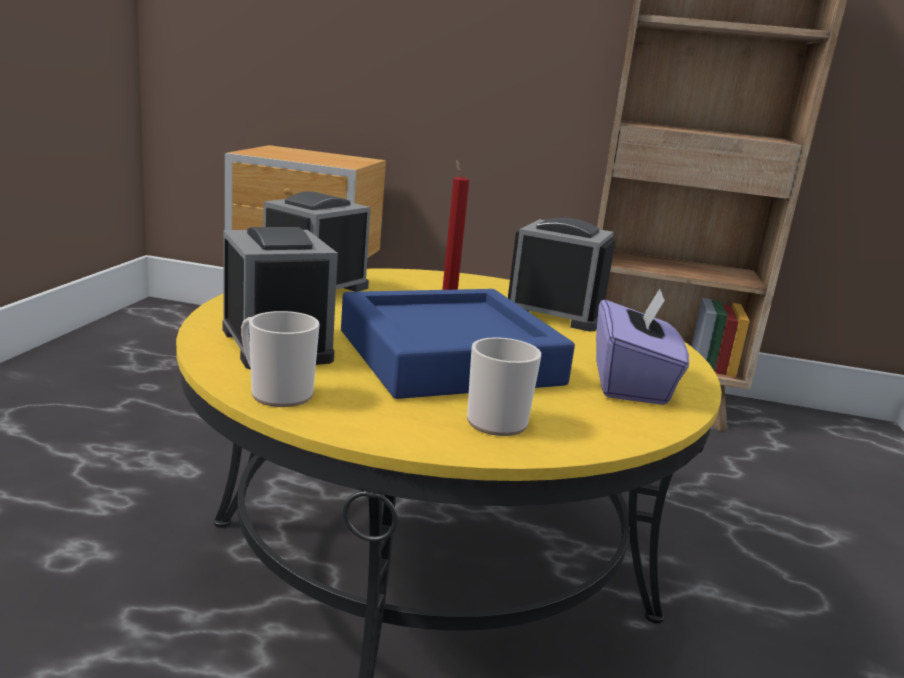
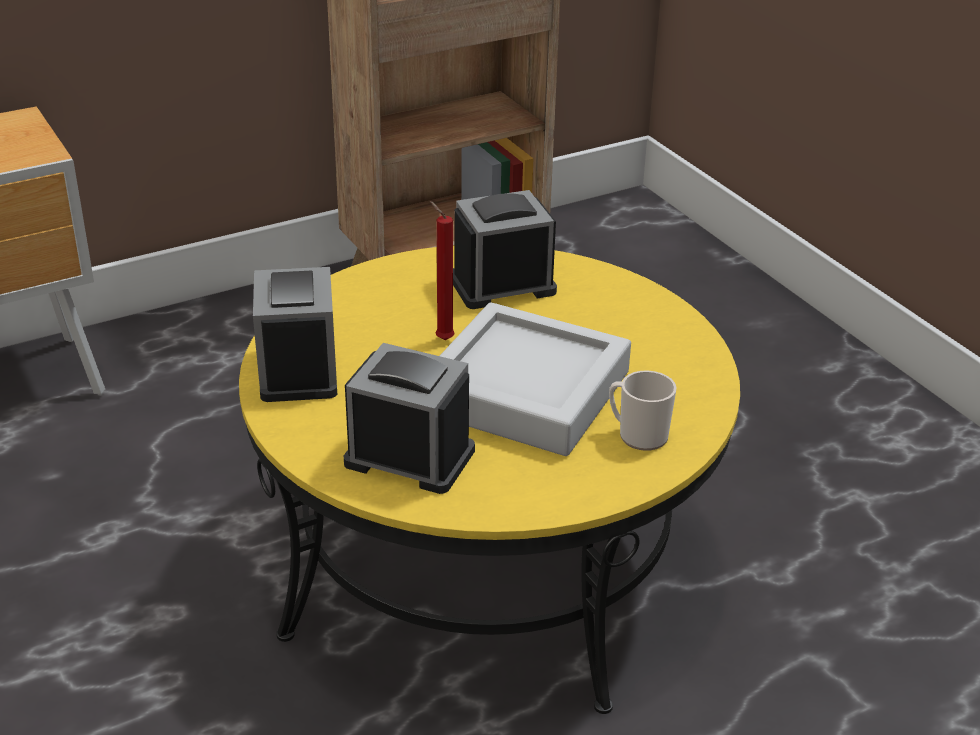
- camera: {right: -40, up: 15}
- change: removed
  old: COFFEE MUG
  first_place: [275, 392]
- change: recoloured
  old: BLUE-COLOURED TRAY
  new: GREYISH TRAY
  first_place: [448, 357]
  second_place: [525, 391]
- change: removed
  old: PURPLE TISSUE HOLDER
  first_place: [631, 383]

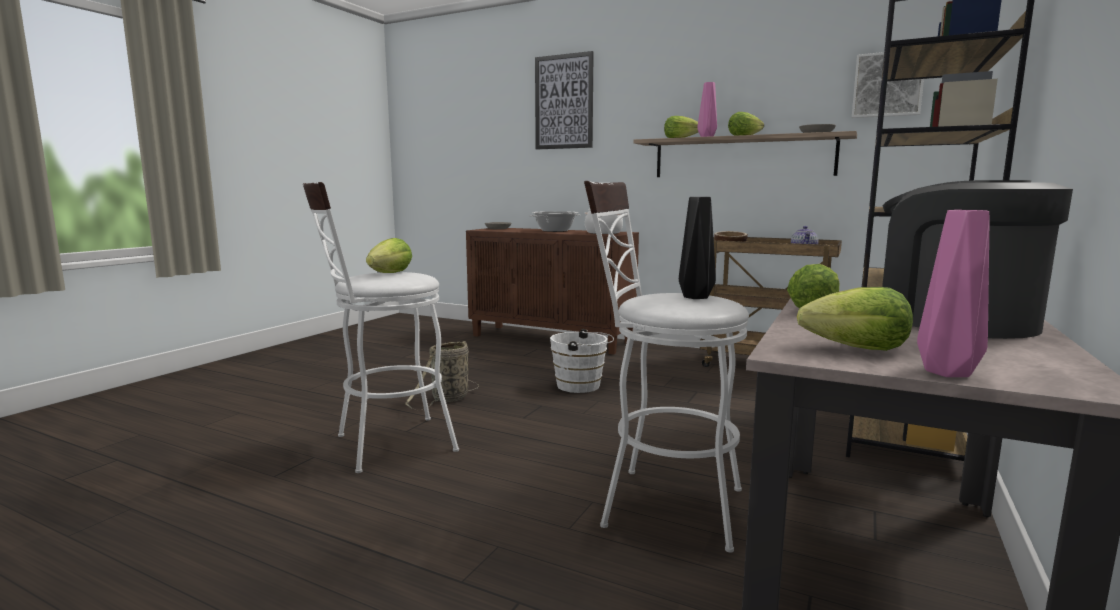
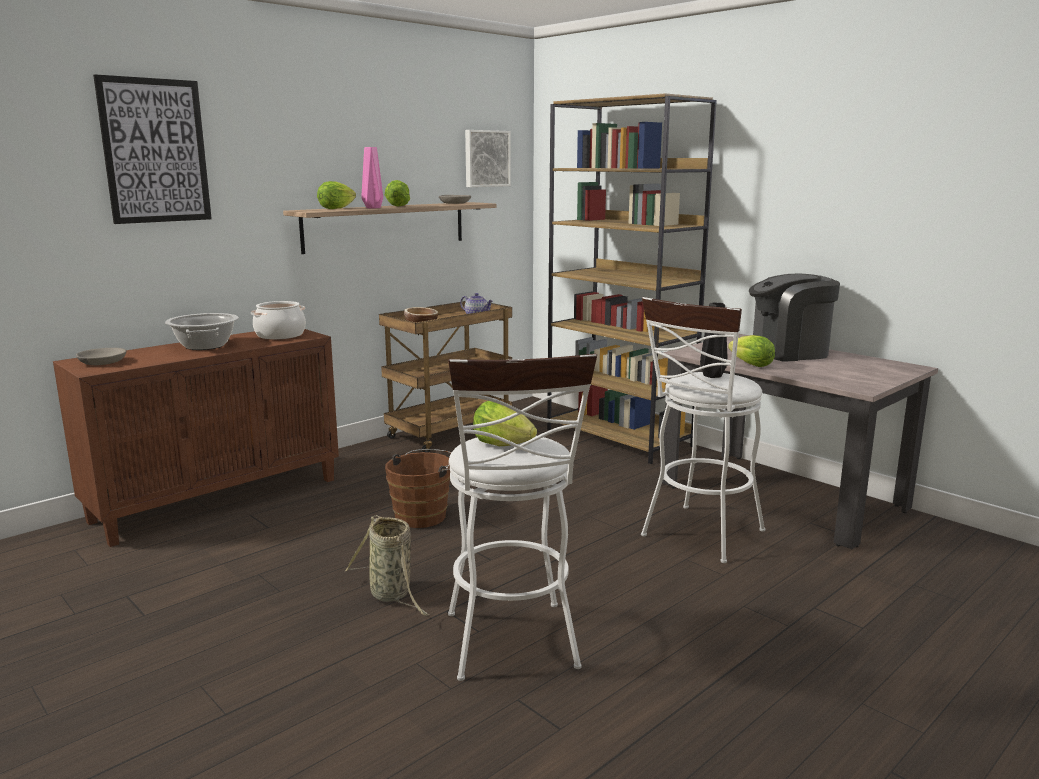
- camera: {right: -70, up: 5}
- change: recoloured
  old: WHITISH BUCKET
  new: BROWN-COLOURED BUCKET
  first_place: [582, 386]
  second_place: [424, 515]
- change: removed
  old: HEAD OF LETTUCE
  first_place: [857, 349]
- change: removed
  old: PINK DECORATIVE VASE
  first_place: [949, 373]

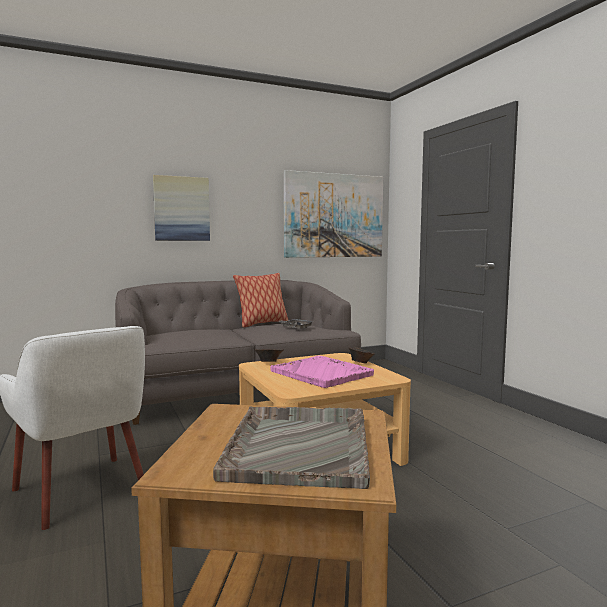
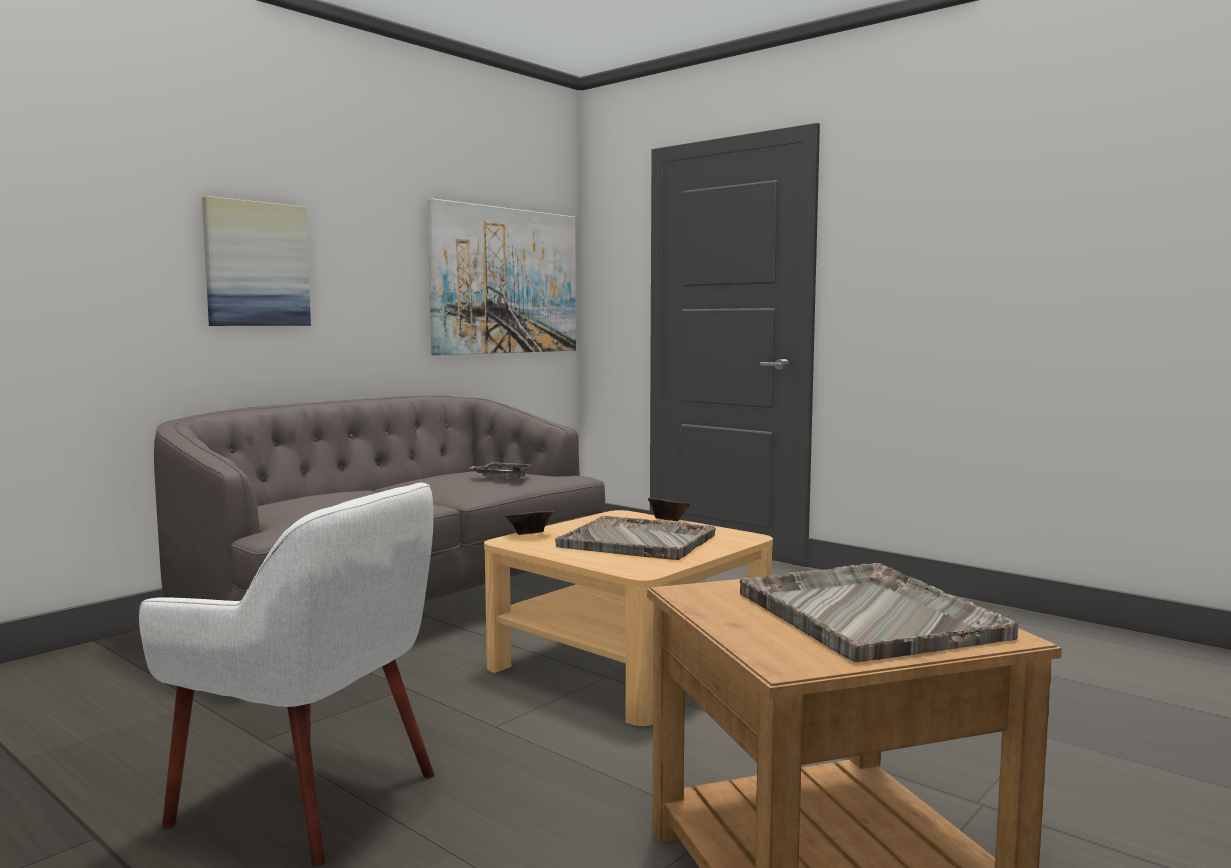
- camera: {right: -25, up: 0}
- change: removed
  old: PILLOW
  first_place: [262, 324]
- change: recoloured
  old: PINK TRAY
  new: GREYISH TRAY
  first_place: [321, 373]
  second_place: [638, 541]

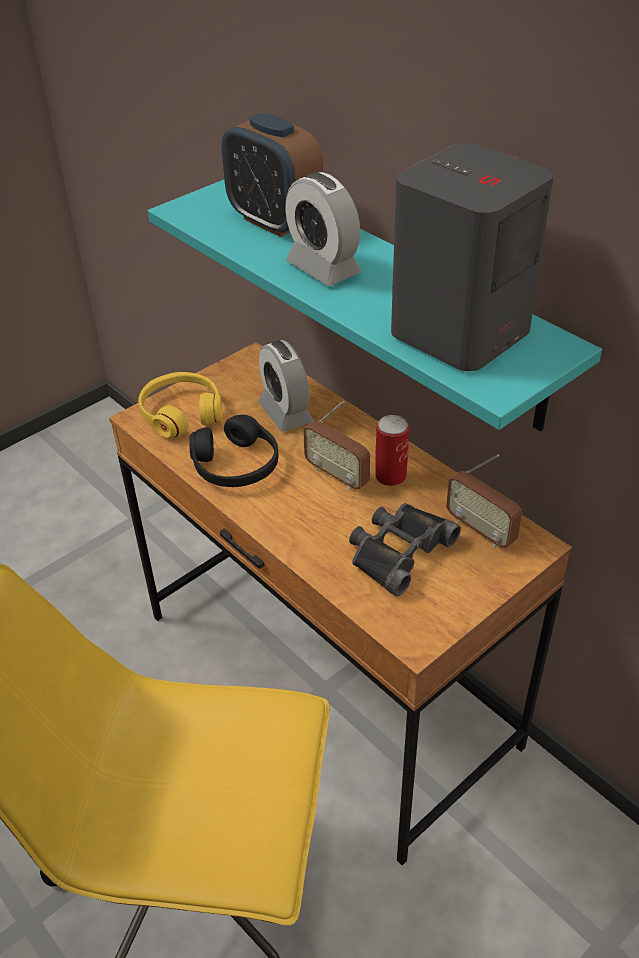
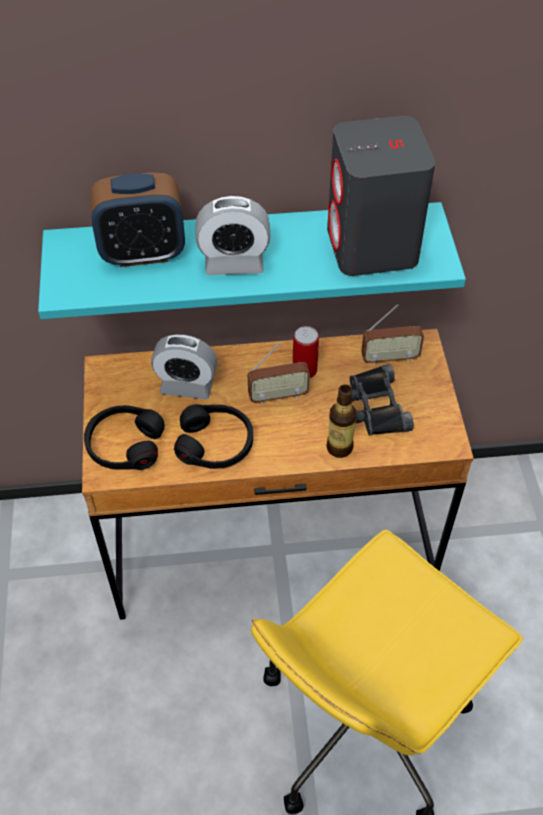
- camera: {right: -55, up: 10}
- change: recoloured
  old: YELLOWISH HEADSET
  new: BLACK-COLOURED HEADSET
  first_place: [181, 413]
  second_place: [125, 445]
- change: added
  new: DRINK BOTTLE
  second_place: [339, 447]

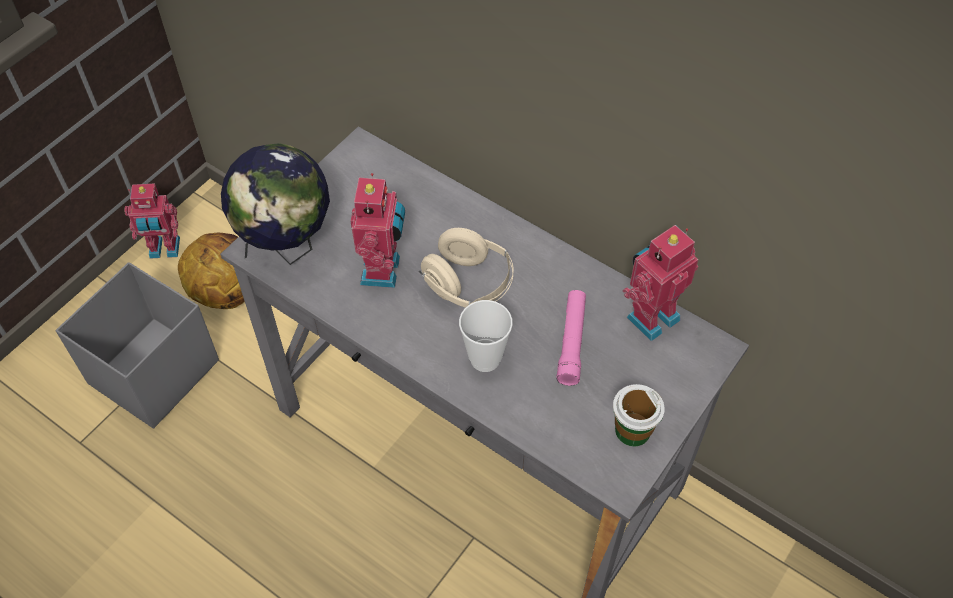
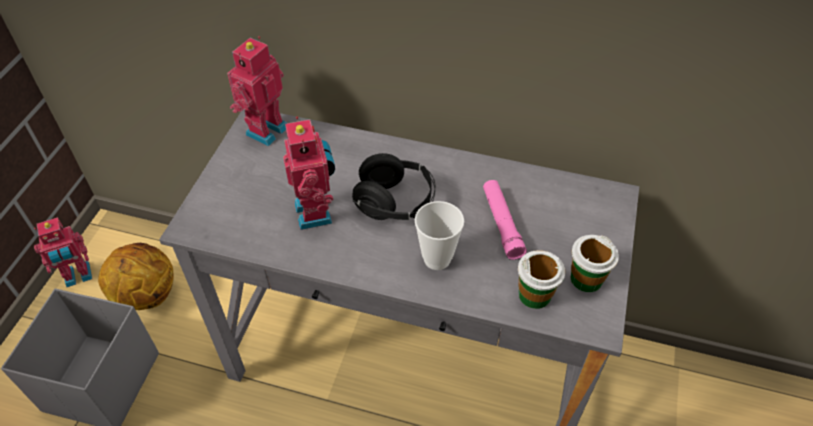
- camera: {right: -20, up: -5}
- change: removed
  old: WORLD GLOBE
  first_place: [288, 247]
- change: recoloured
  old: BEIGE HEADSET
  new: BLACK-COLOURED HEADSET
  first_place: [468, 284]
  second_place: [395, 203]
- change: moved
  old: ROBOT FIGURE
  first_place: [650, 316]
  second_place: [264, 130]
- change: added
  new: DRINKING CUP
  second_place: [535, 295]

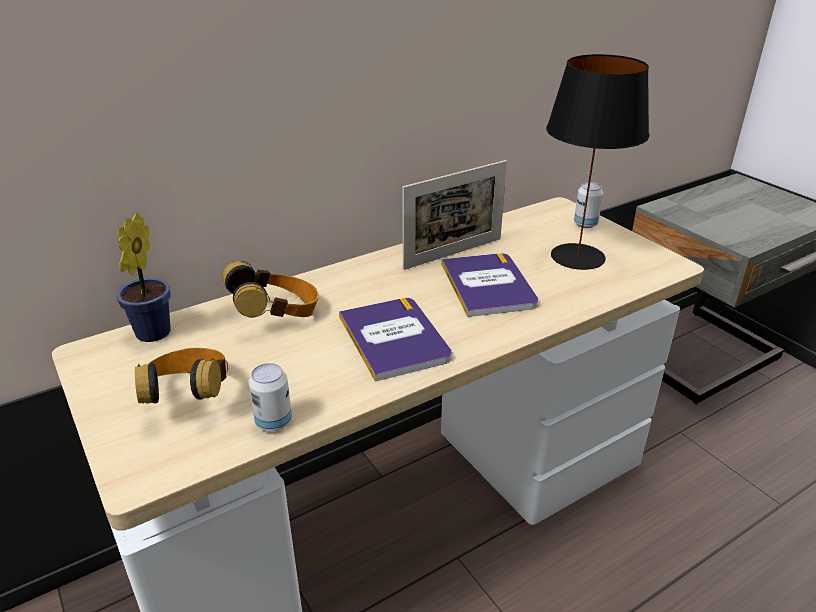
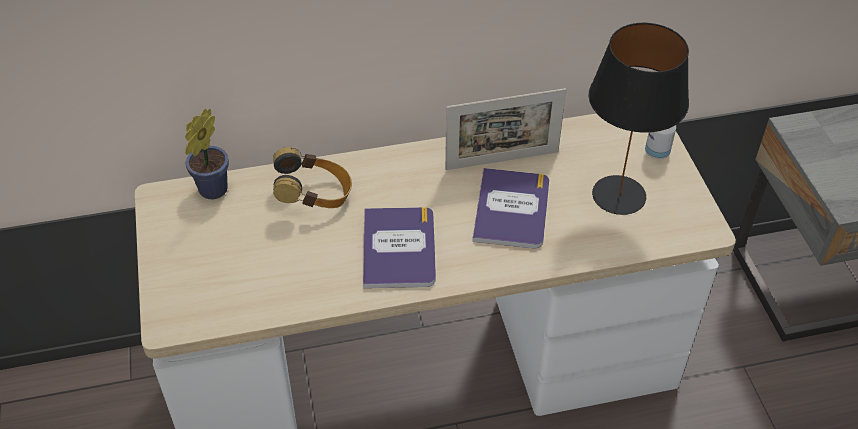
- camera: {right: 20, up: 15}
- change: removed
  old: HEADSET
  first_place: [189, 397]
- change: removed
  old: SEALED CAN
  first_place: [274, 422]

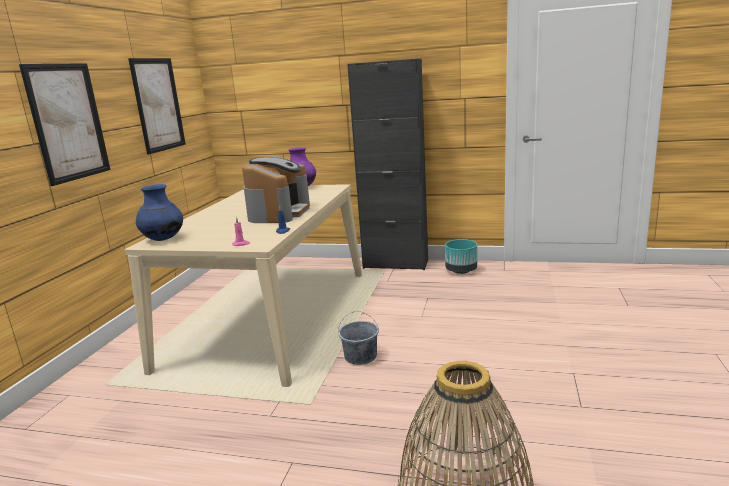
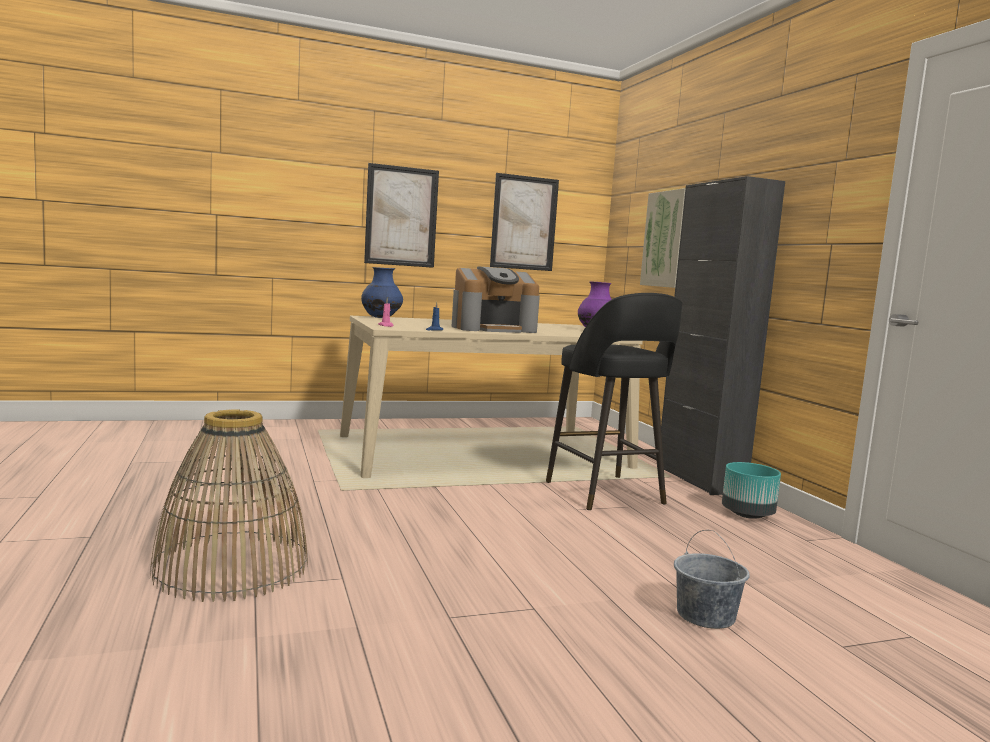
- camera: {right: 55, up: -10}
- change: moved
  old: GREYISH BUCKET
  first_place: [361, 356]
  second_place: [706, 616]
- change: added
  new: BLACK-COLOURED STOOL
  second_place: [606, 494]
- change: added
  new: WALL ART
  second_place: [666, 239]

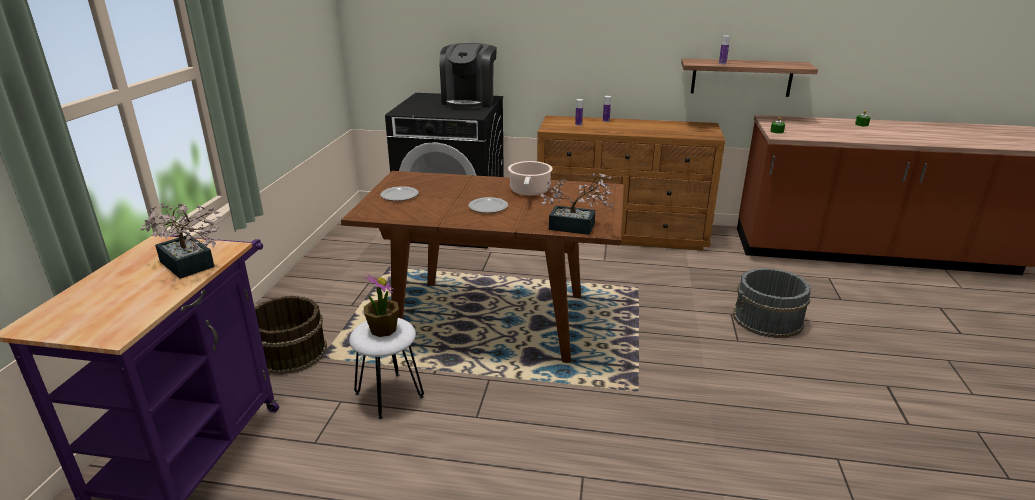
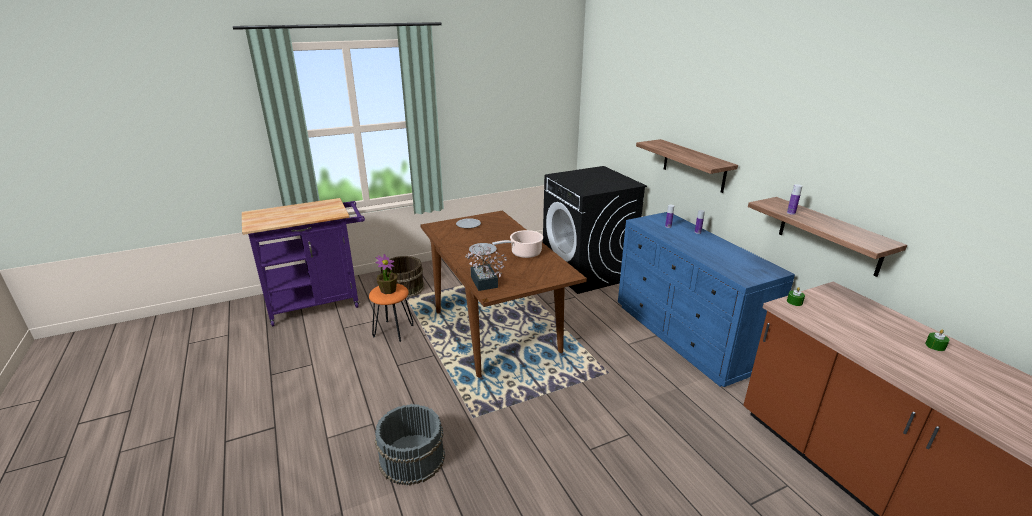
- camera: {right: 55, up: 0}
- change: removed
  old: POTTED PLANT
  first_place: [189, 267]
- change: recoloured
  old: WHITISH STOOL
  new: ORANGEY STOOL
  first_place: [388, 395]
  second_place: [393, 330]
- change: removed
  old: COFFEE MACHINE
  first_place: [469, 101]
- change: recoloured
  old: BROWN-COLOURED DRESSER
  new: BLUE-COLOURED DRESSER
  first_place: [622, 233]
  second_place: [686, 336]
- change: moved
  old: GREYISH BUCKET
  first_place: [768, 320]
  second_place: [411, 458]
- change: added
  new: WALL SHELF
  second_place: [694, 165]

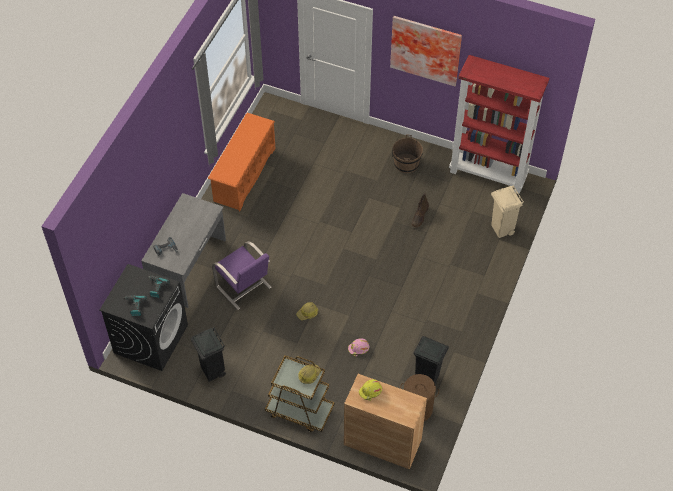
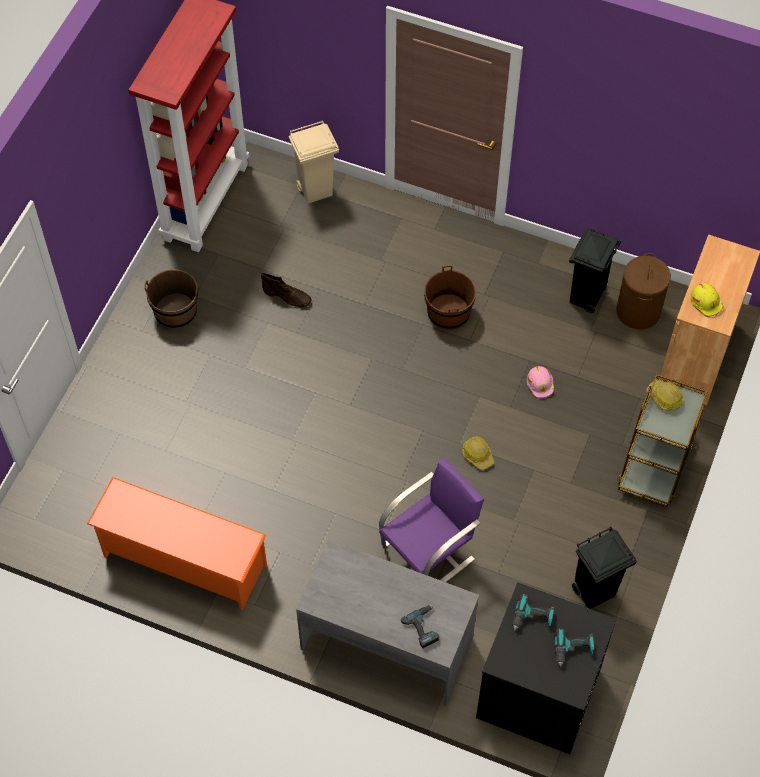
- camera: {right: -90, up: 5}
- change: removed
  old: WALL ART
  first_place: [426, 49]
- change: added
  new: BROWN-COLOURED BUCKET
  second_place: [448, 312]

